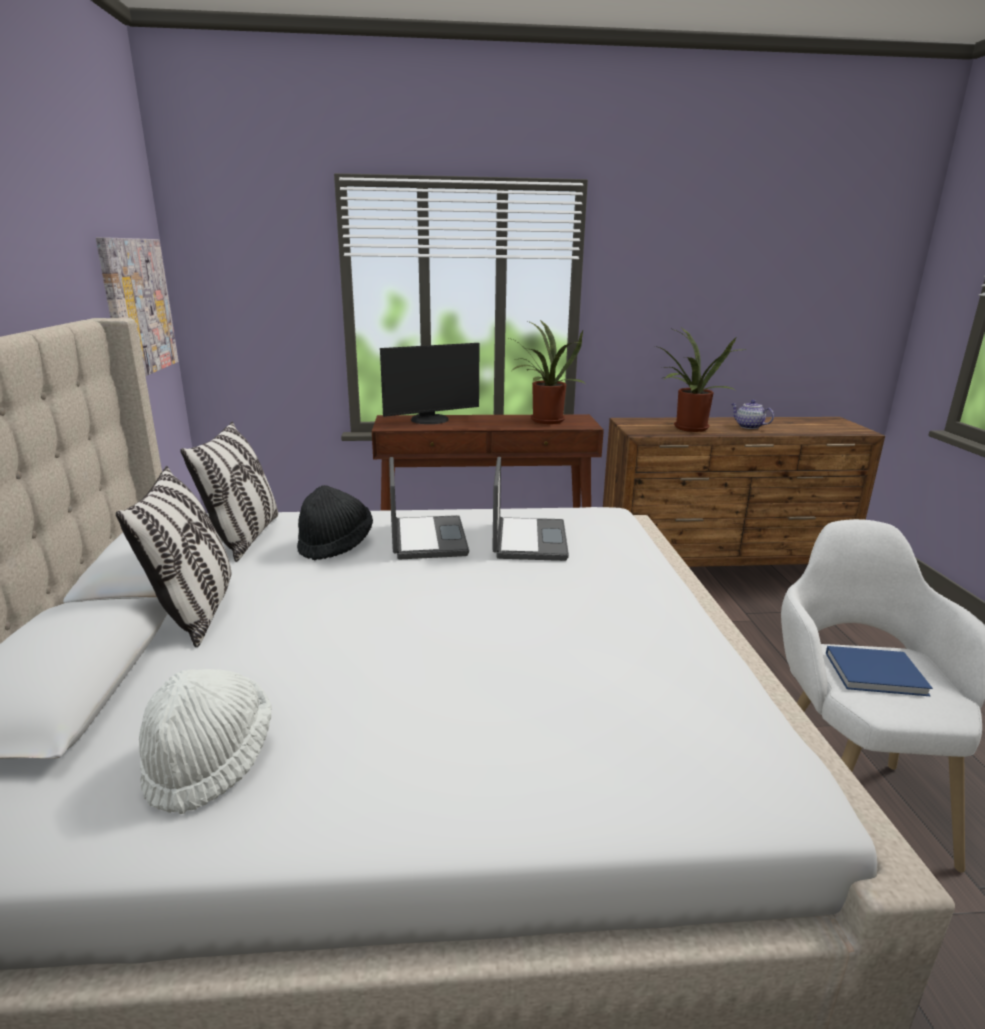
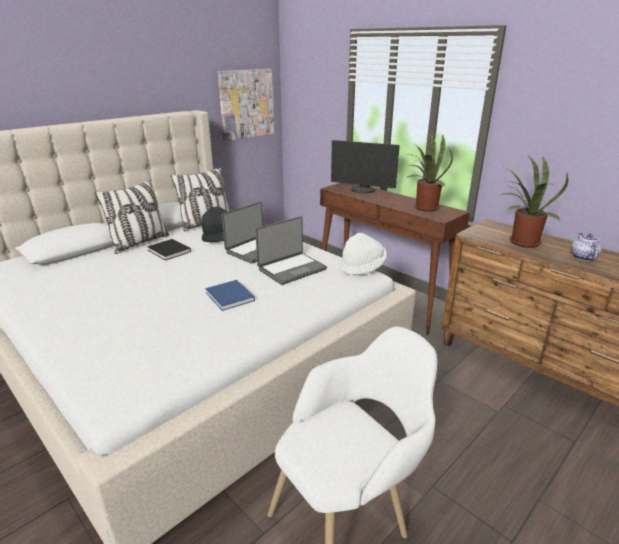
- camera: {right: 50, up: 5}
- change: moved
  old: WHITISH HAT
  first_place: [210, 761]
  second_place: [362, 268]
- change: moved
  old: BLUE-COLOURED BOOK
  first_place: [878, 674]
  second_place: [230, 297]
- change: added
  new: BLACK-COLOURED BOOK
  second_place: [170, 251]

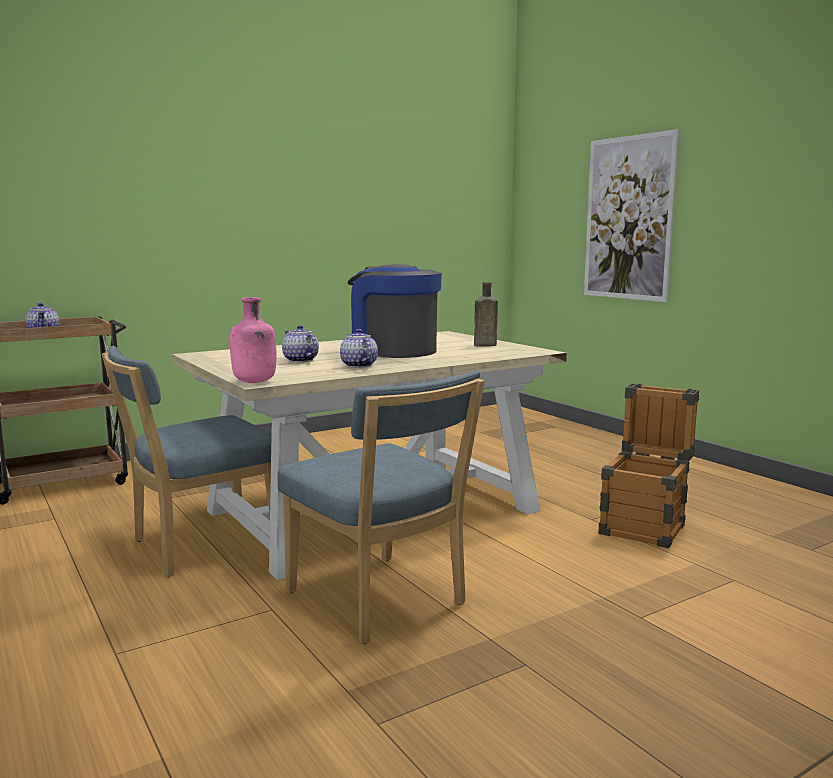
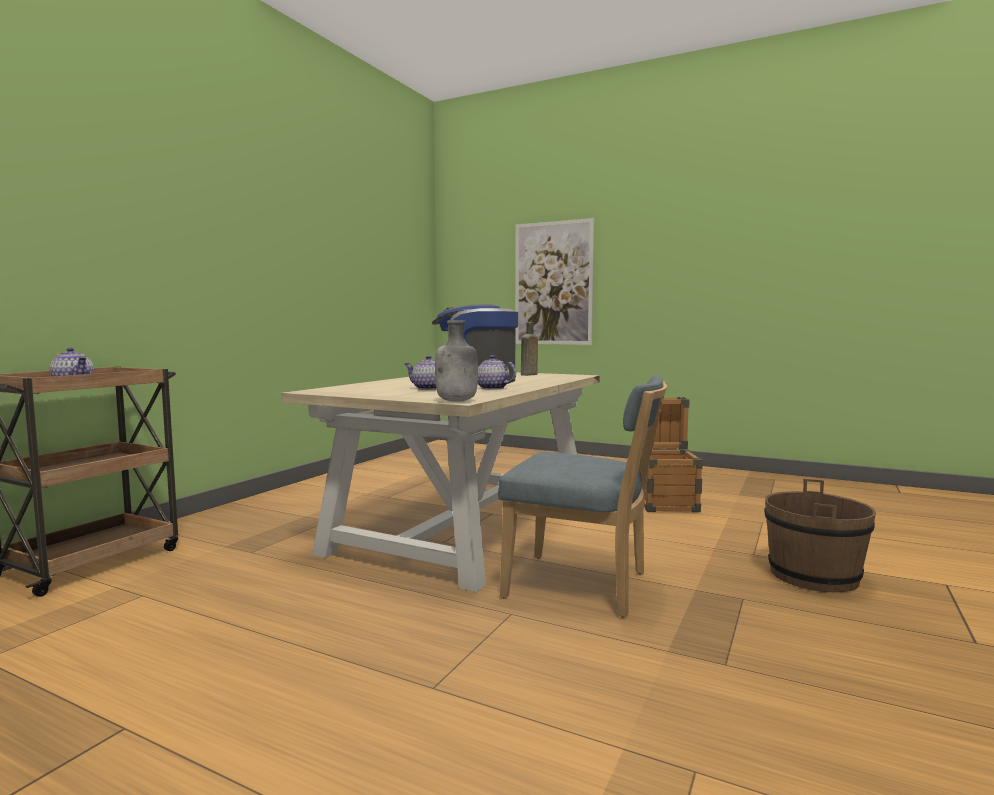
- camera: {right: -30, up: -5}
- change: removed
  old: BLUE-COLOURED PLAIN CHAIR
  first_place: [199, 547]
- change: recoloured
  old: PINK DRINK BOTTLE
  new: GREYISH DRINK BOTTLE
  first_place: [254, 382]
  second_place: [457, 401]
- change: added
  new: BROWN-COLOURED BUCKET
  second_place: [814, 576]

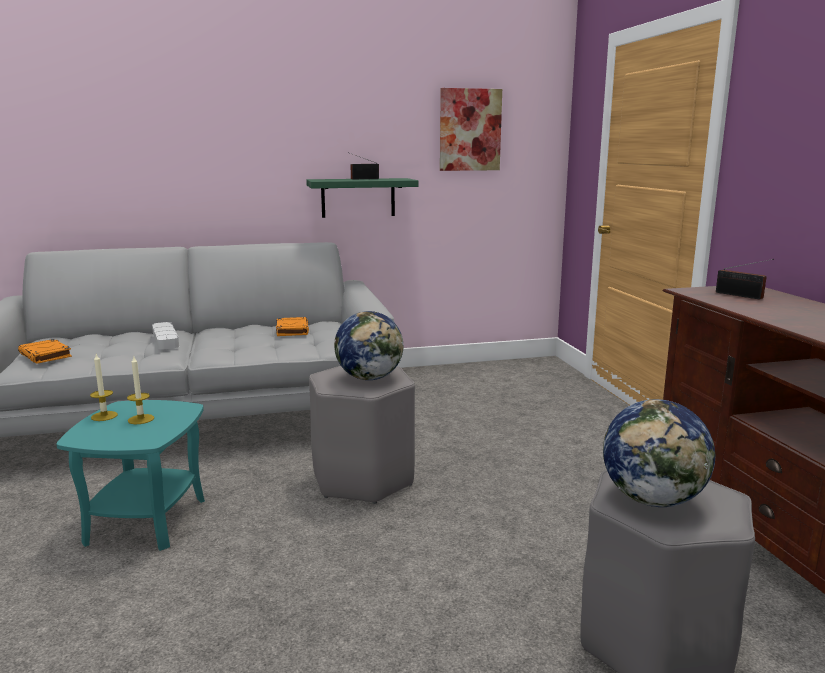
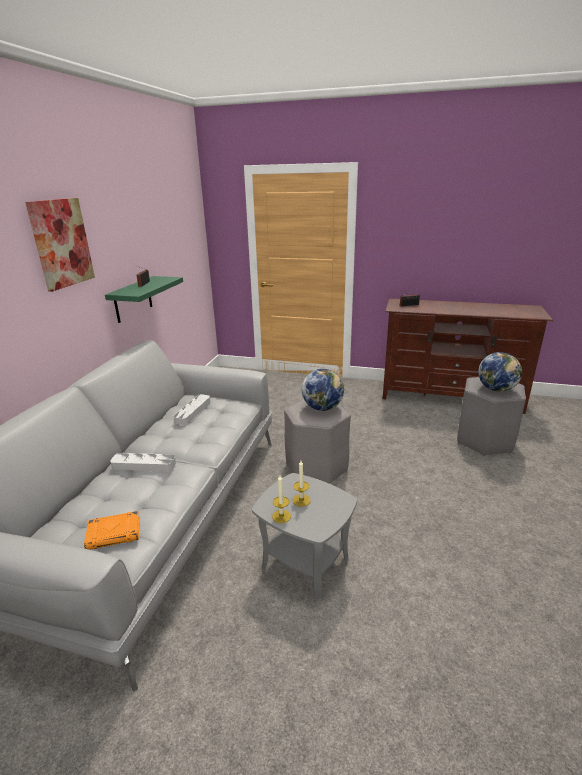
- camera: {right: -60, up: 10}
- change: recoloured
  old: TURQUOISE ACCENT TABLE
  new: GREYISH ACCENT TABLE
  first_place: [146, 520]
  second_place: [305, 562]
- change: replaced
  old: ORANGEY BOOK
  new: GREYISH TRAY
  first_place: [292, 330]
  second_place: [193, 411]
- change: moved
  old: WALL ART
  first_place: [470, 130]
  second_place: [61, 243]

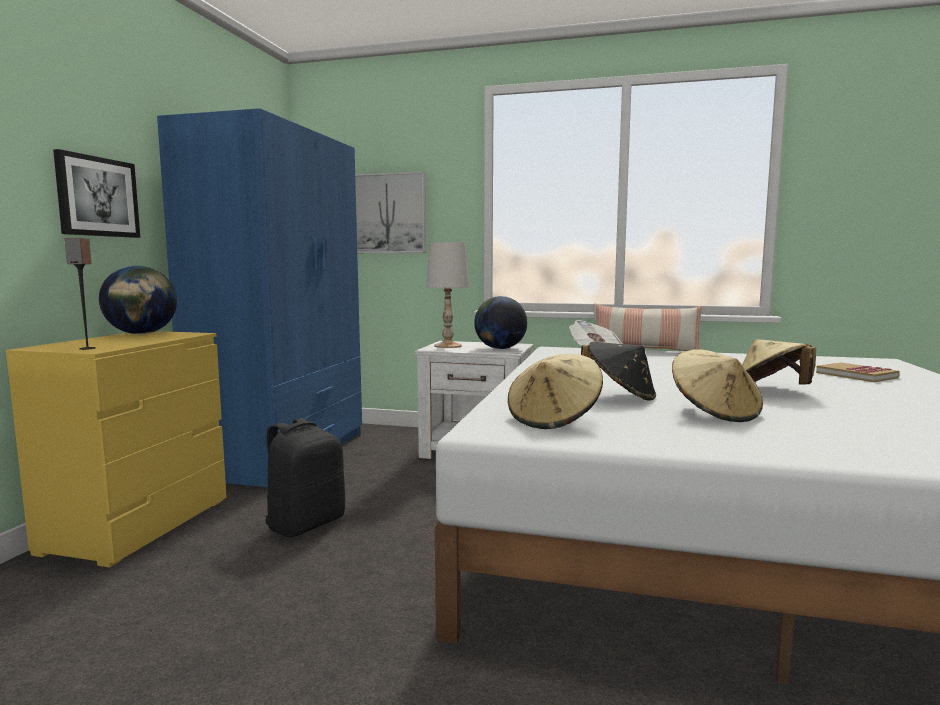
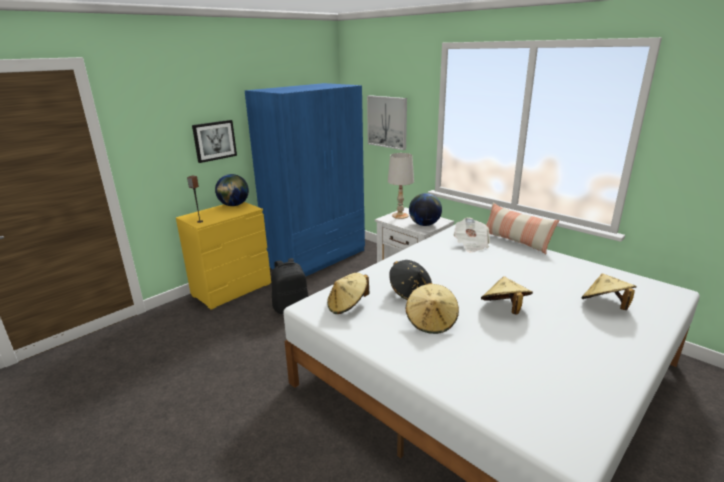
- camera: {right: 30, up: 15}
- change: replaced
  old: BOOK
  new: BEIGE HAT
  first_place: [856, 375]
  second_place: [605, 306]

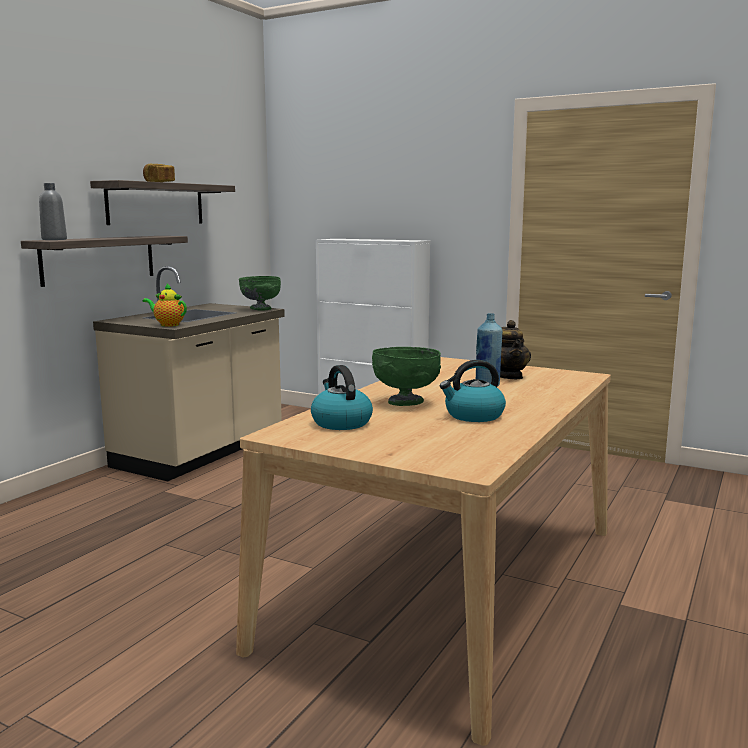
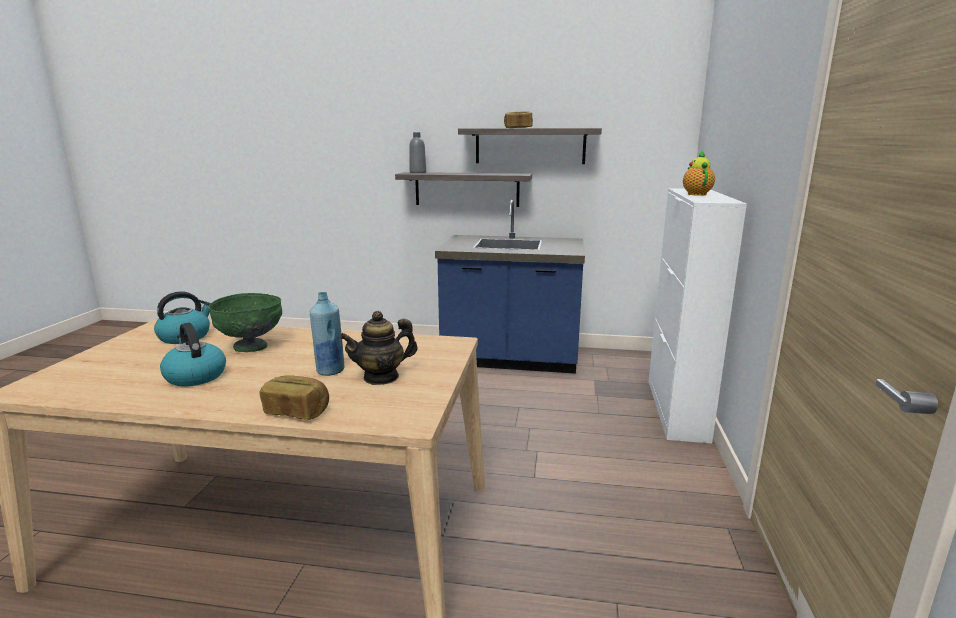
- camera: {right: 70, up: 5}
- change: recoloured
  old: BEIGE KITCHEN COUNTER
  new: BLUE-COLOURED KITCHEN COUNTER
  first_place: [201, 452]
  second_place: [510, 359]
- change: moved
  old: POT FOR TEA
  first_place: [168, 325]
  second_place: [696, 194]
- change: removed
  old: GREEN-COLOURED DEEP DISH
  first_place: [260, 309]
- change: added
  new: BAKERY BREAD
  second_place: [297, 412]

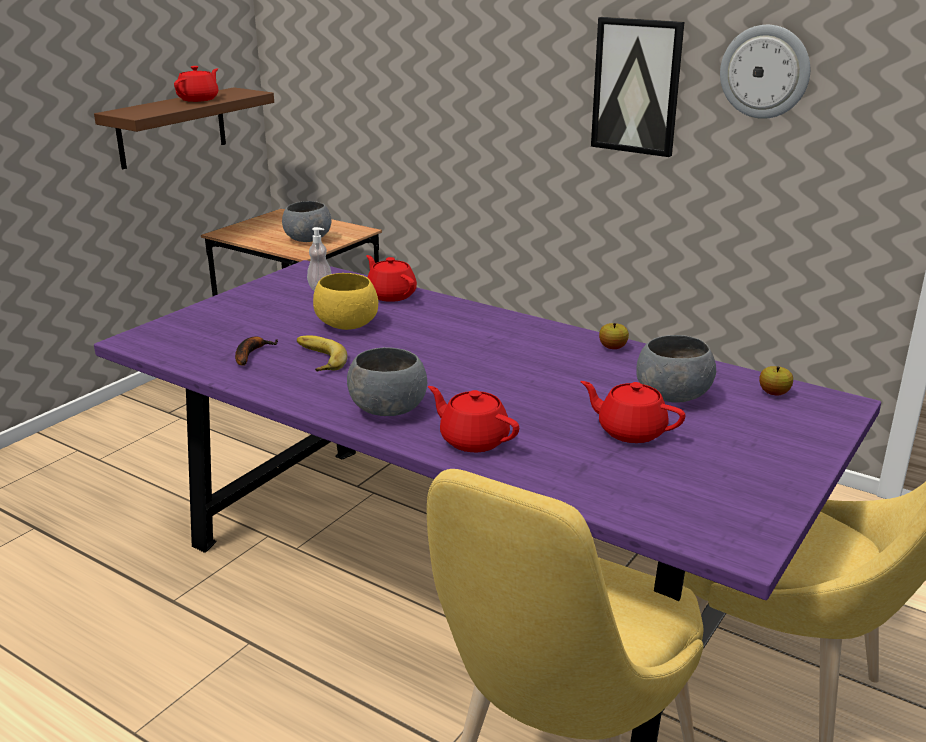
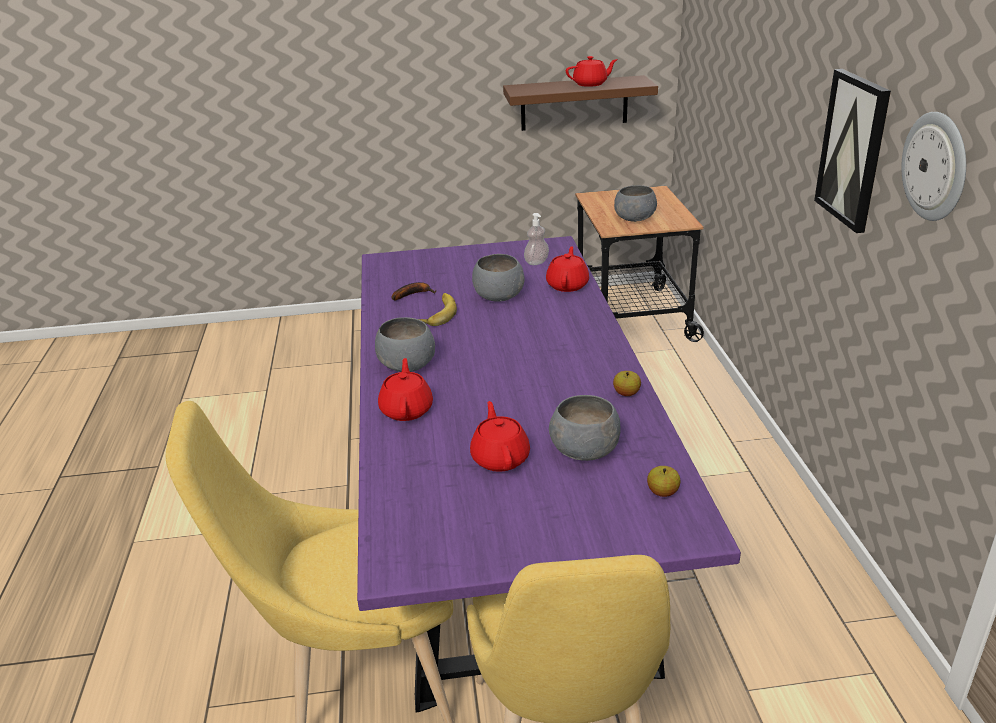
- camera: {right: 50, up: 5}
- change: recoloured
  old: YELLOWISH DEEP DISH
  new: GREYISH DEEP DISH
  first_place: [347, 325]
  second_place: [498, 297]

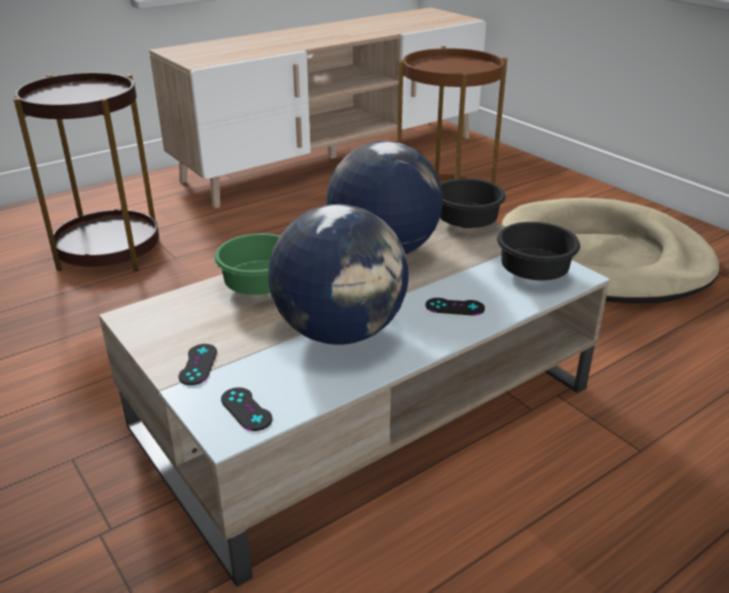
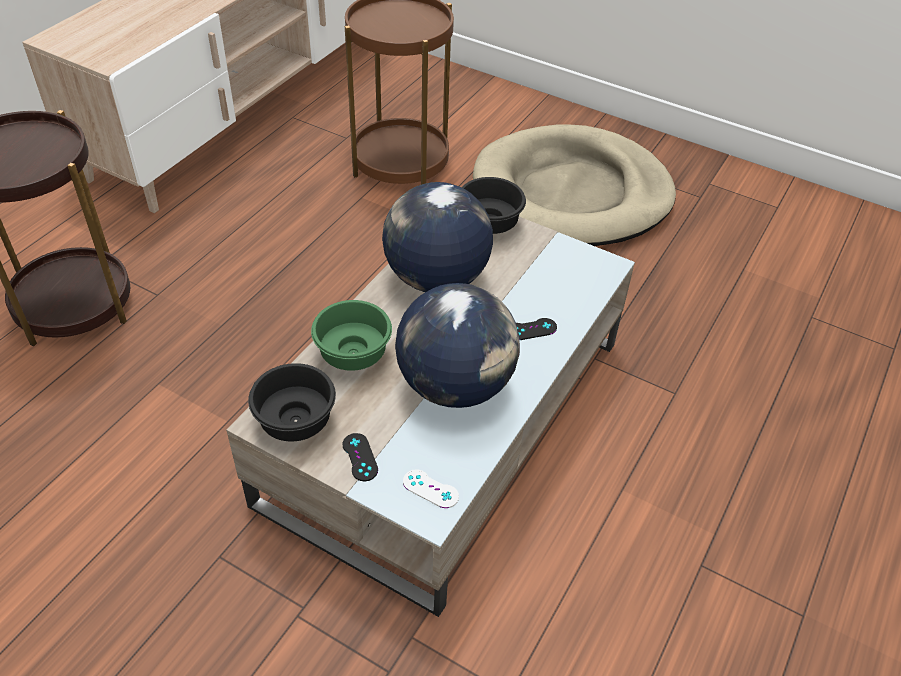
- camera: {right: -25, up: 15}
- change: recoloured
  old: BLACK-COLOURED GAME CONTROLLER
  new: WHITISH GAME CONTROLLER
  first_place: [246, 409]
  second_place: [430, 489]
- change: moved
  old: BLACK-COLOURED DEEP DISH
  first_place: [536, 274]
  second_place: [298, 421]

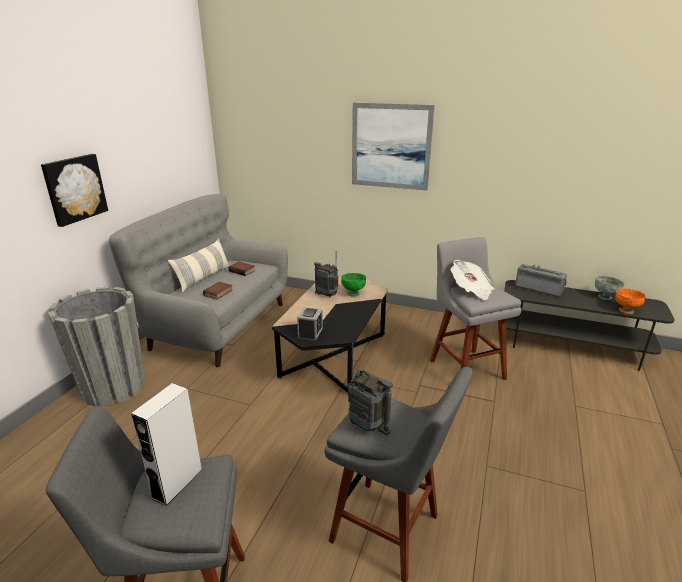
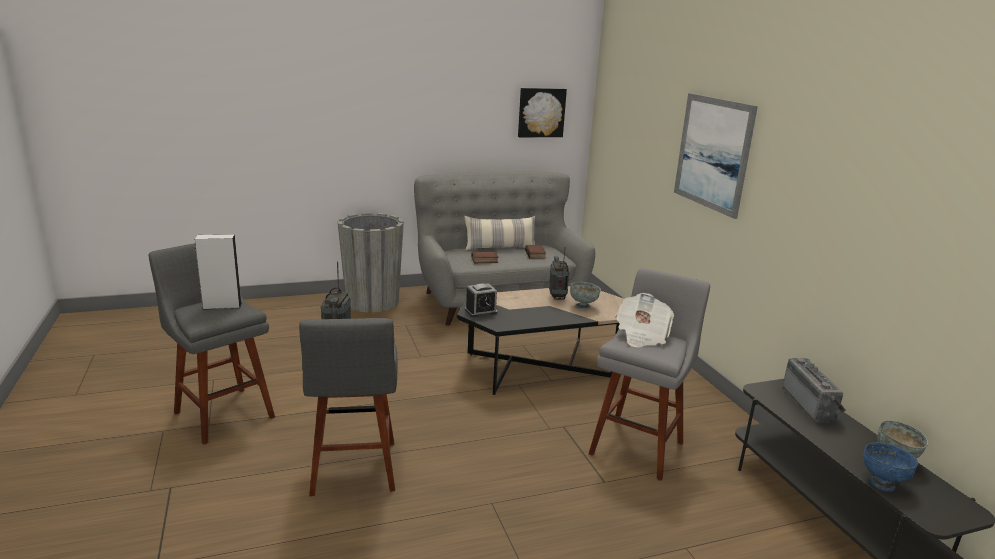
- camera: {right: 50, up: -5}
- change: moved
  old: WALL ART
  first_place: [74, 189]
  second_place: [541, 112]
- change: recoloured
  old: GREEN-COLOURED DEEP DISH
  new: GREYISH DEEP DISH
  first_place: [353, 293]
  second_place: [583, 306]
- change: recoloured
  old: ORANGEY DEEP DISH
  new: BLUE-COLOURED DEEP DISH
  first_place: [625, 310]
  second_place: [882, 483]

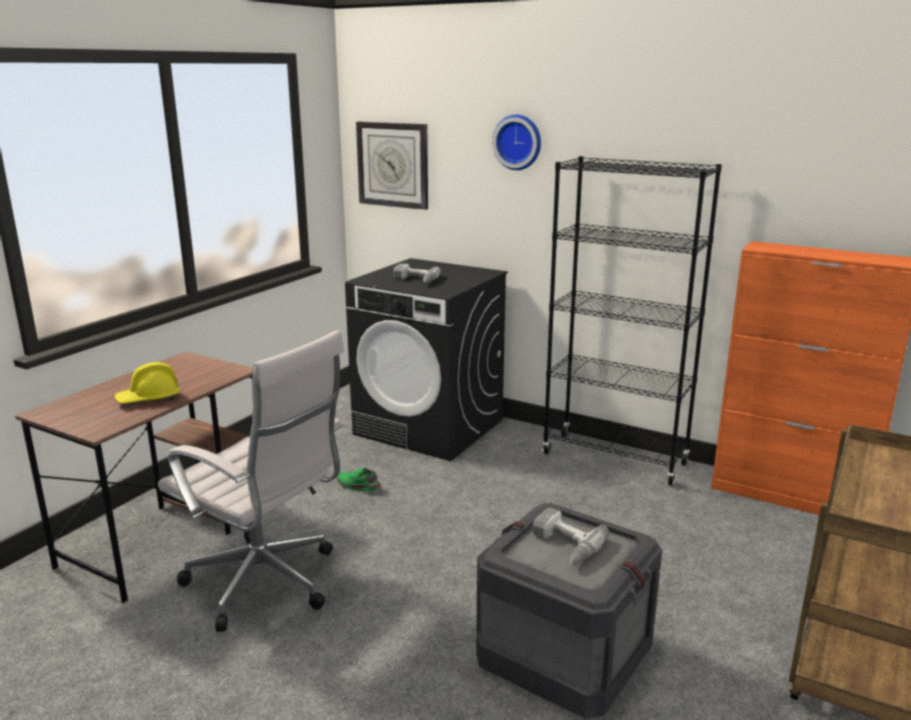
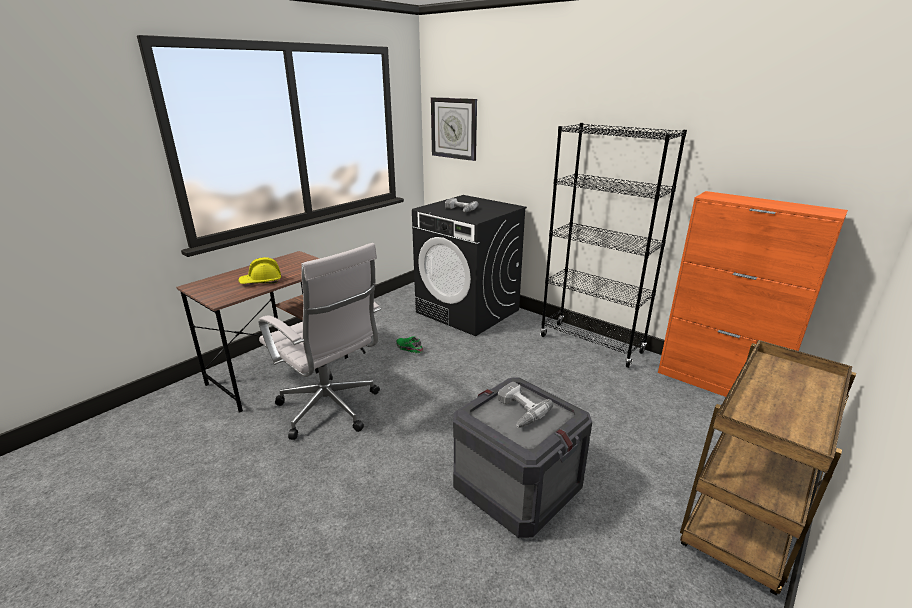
- camera: {right: 10, up: 5}
- change: removed
  old: WALL CLOCK
  first_place: [518, 142]

